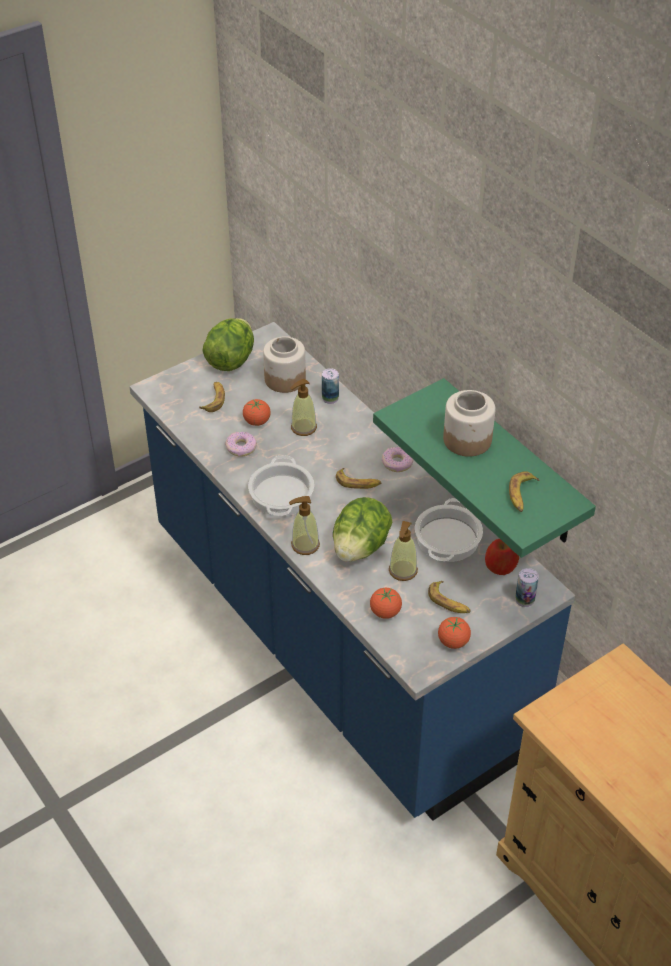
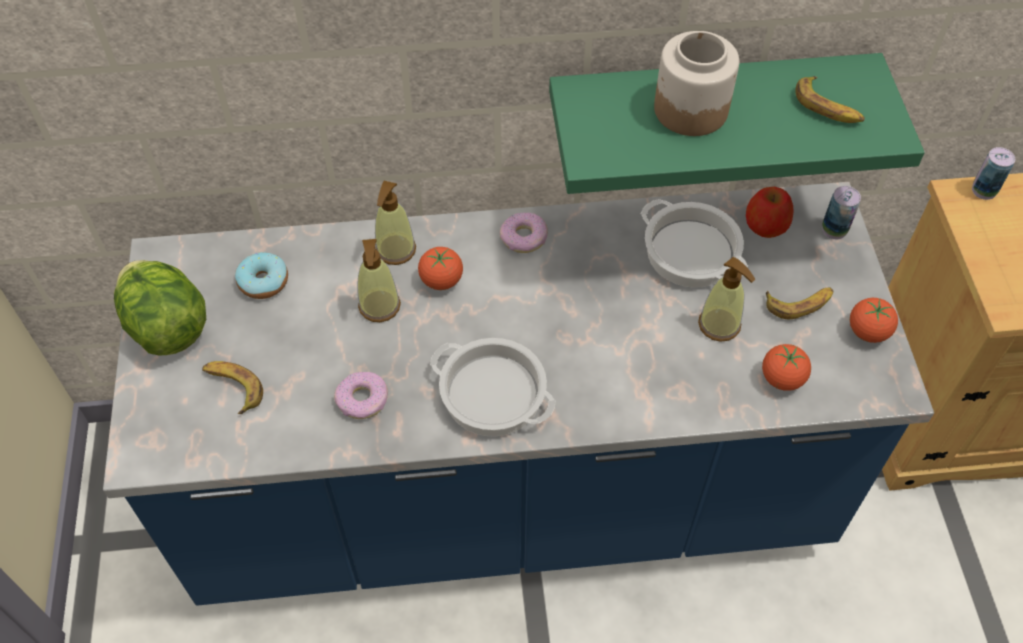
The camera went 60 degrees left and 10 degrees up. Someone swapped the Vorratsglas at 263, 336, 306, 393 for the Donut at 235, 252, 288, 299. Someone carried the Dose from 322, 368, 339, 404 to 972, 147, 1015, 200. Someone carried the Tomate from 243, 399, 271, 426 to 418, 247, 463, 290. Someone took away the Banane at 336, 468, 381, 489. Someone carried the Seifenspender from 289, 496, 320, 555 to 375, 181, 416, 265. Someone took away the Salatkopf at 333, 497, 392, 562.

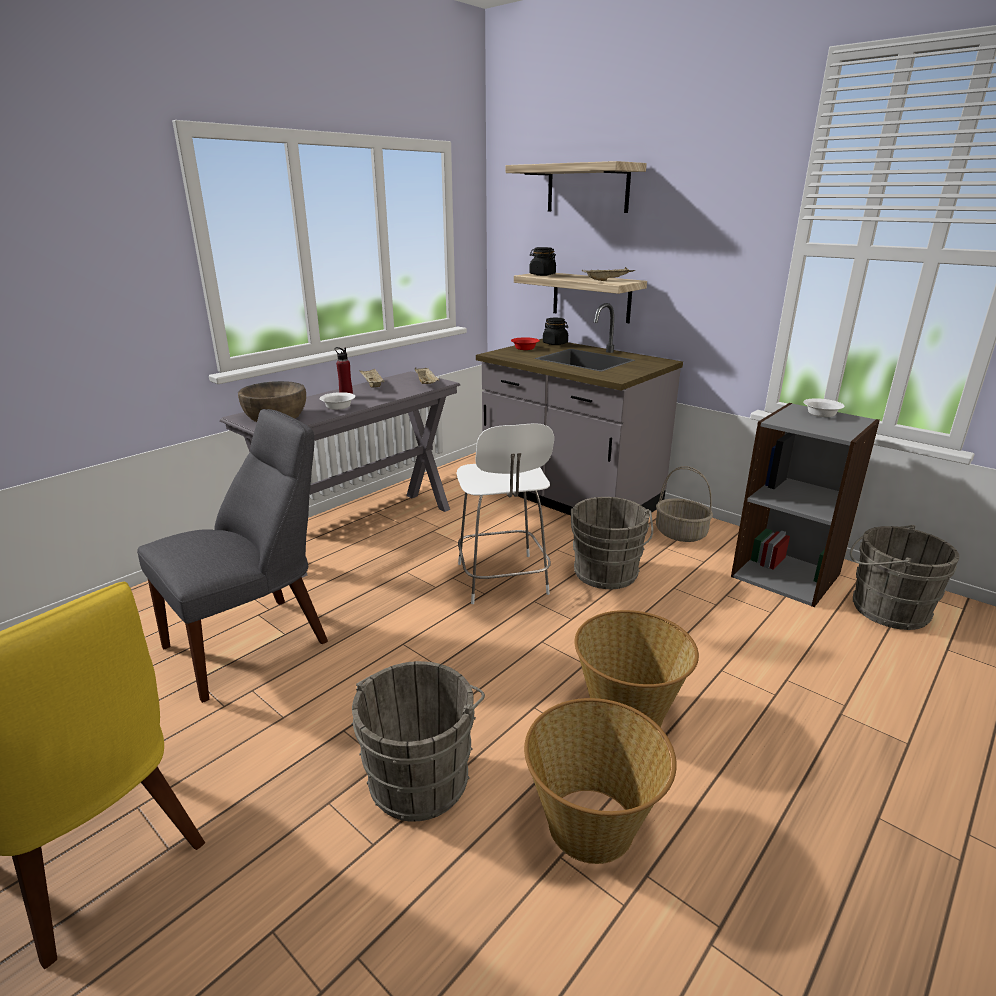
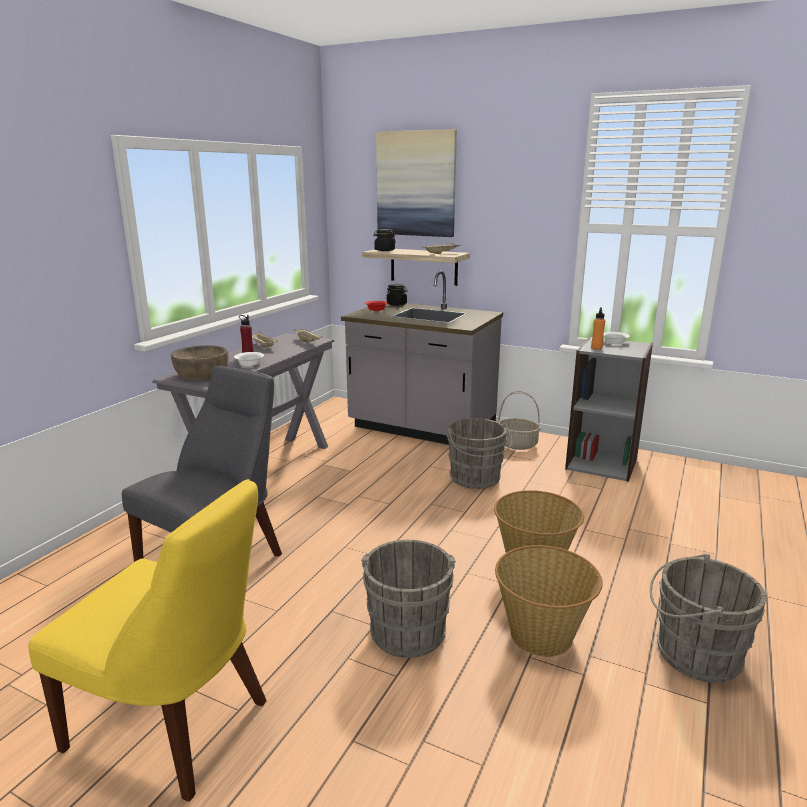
The camera went 15 degrees left and 5 degrees down. Someone swapped the Wandregal at 506, 161, 647, 213 for the Bild at 376, 129, 457, 237. Someone took away the Stuhl (weiß) at 457, 423, 554, 604. Someone carried the Eimer (grau) from 850, 525, 959, 630 to 650, 554, 766, 683. Someone put down the Flasche (orange) at 591, 307, 605, 350.

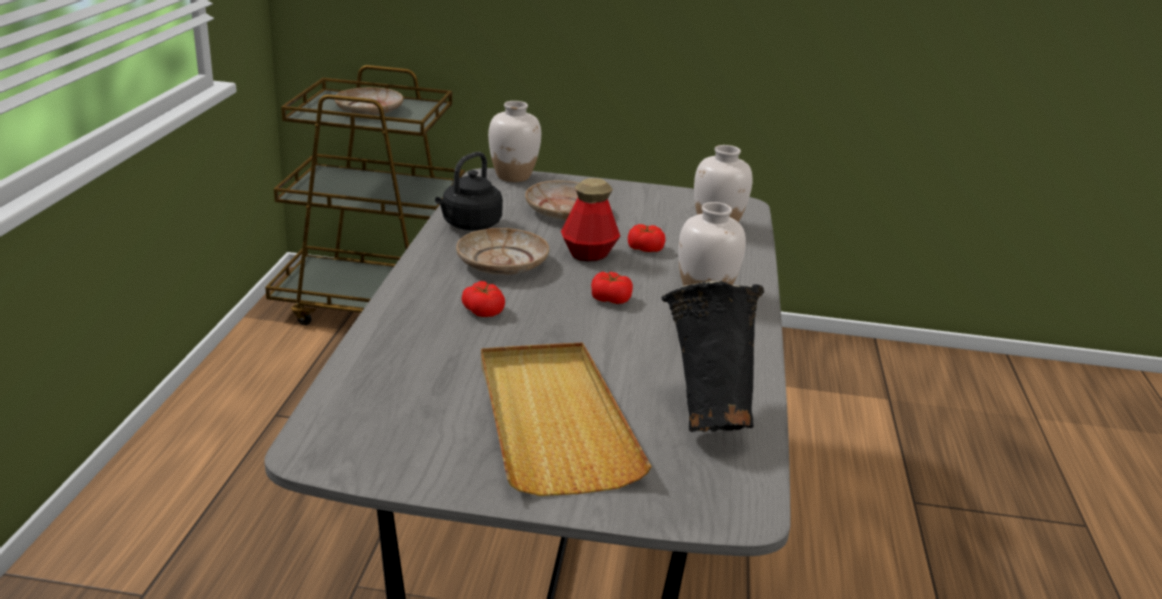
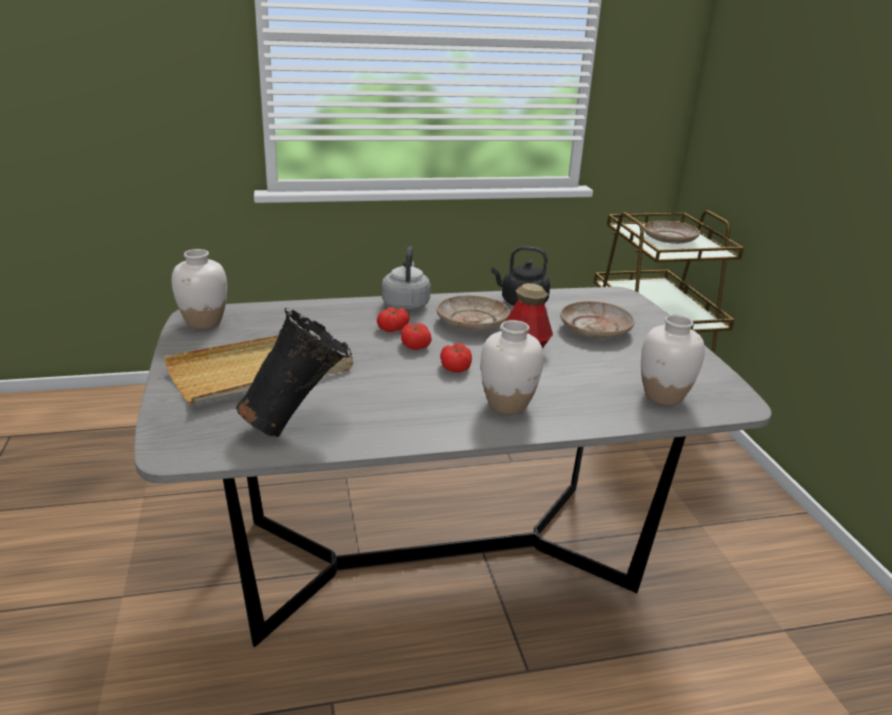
The camera went 70 degrees right and 0 degrees up. Someone carried the Vase (weiß) from 488, 101, 541, 182 to 172, 249, 227, 329. Someone carried the Tomate from 628, 224, 665, 252 to 401, 323, 432, 350. Someone put down the Wasserkessel (grau) at 382, 246, 431, 310.

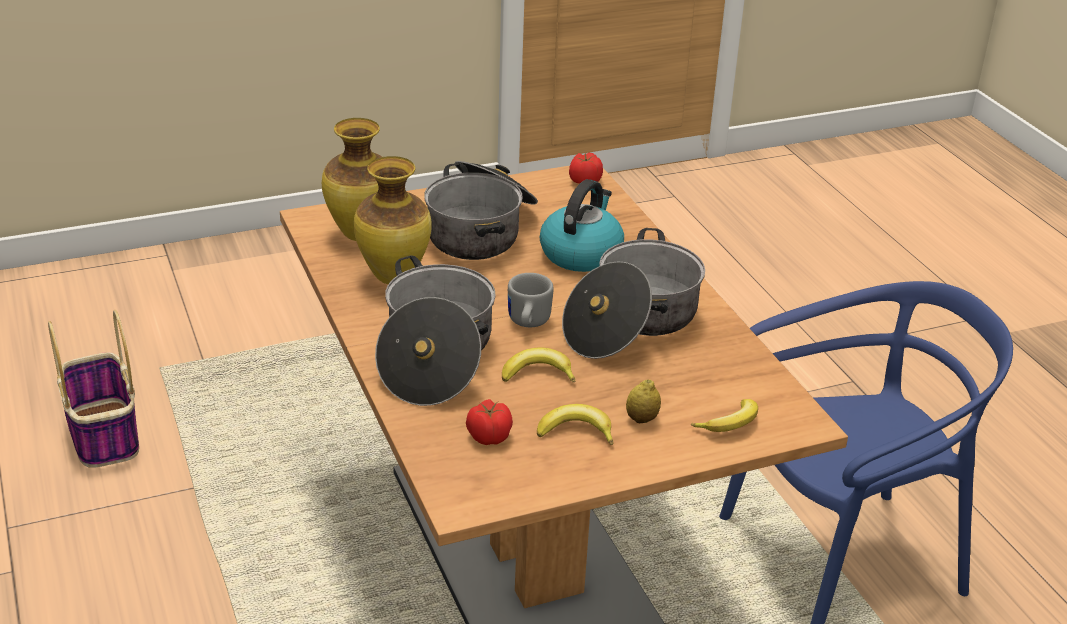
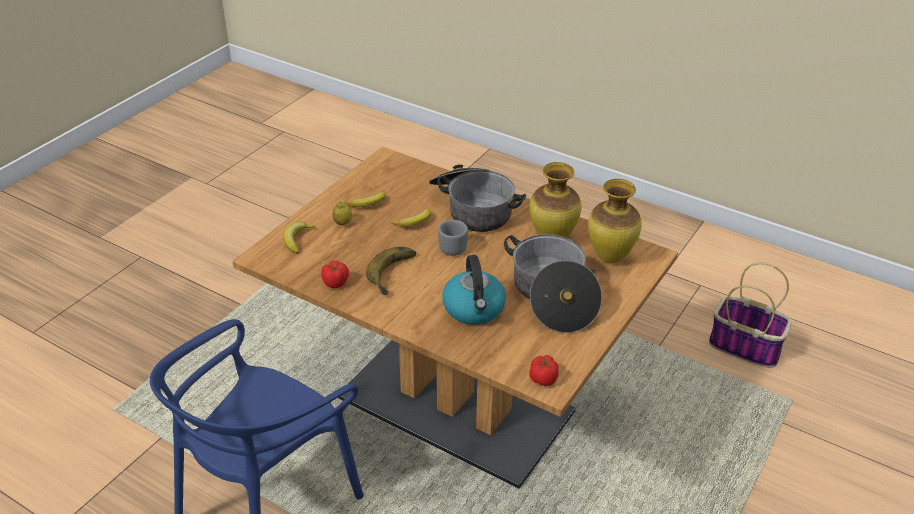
The camera went 145 degrees right and 5 degrees up. Someone swapped the Kochtopf at 562, 228, 705, 359 for the Banane at 366, 247, 416, 295. Someone carried the Tomate from 466, 399, 513, 445 to 321, 260, 349, 288.

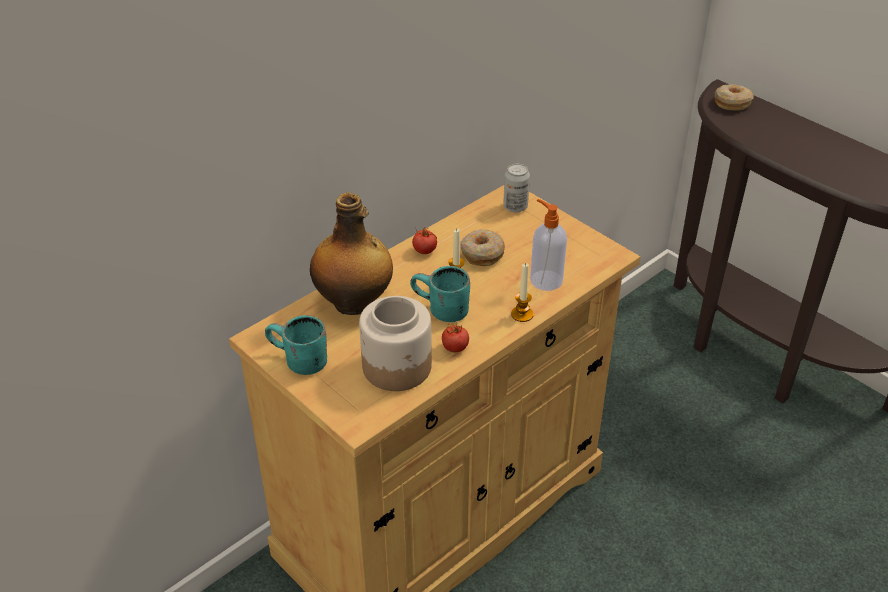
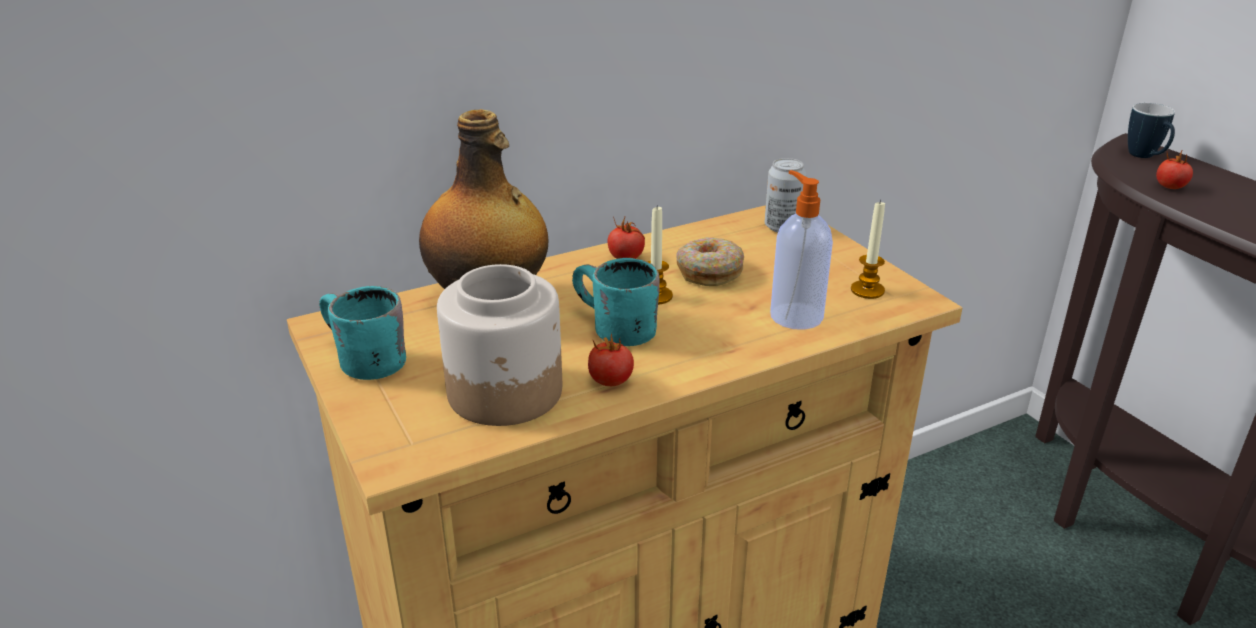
The camera went 15 degrees right and 10 degrees down. Someone swapped the Donut at 715, 84, 754, 111 for the Henkelbecher at 1128, 103, 1175, 158. Someone carried the Kerze from 511, 263, 534, 322 to 851, 200, 885, 299. Someone put down the Tomate at 1156, 149, 1193, 189.

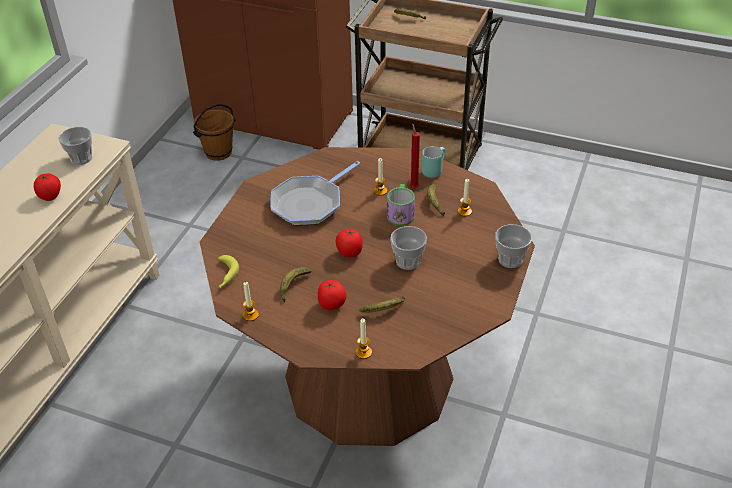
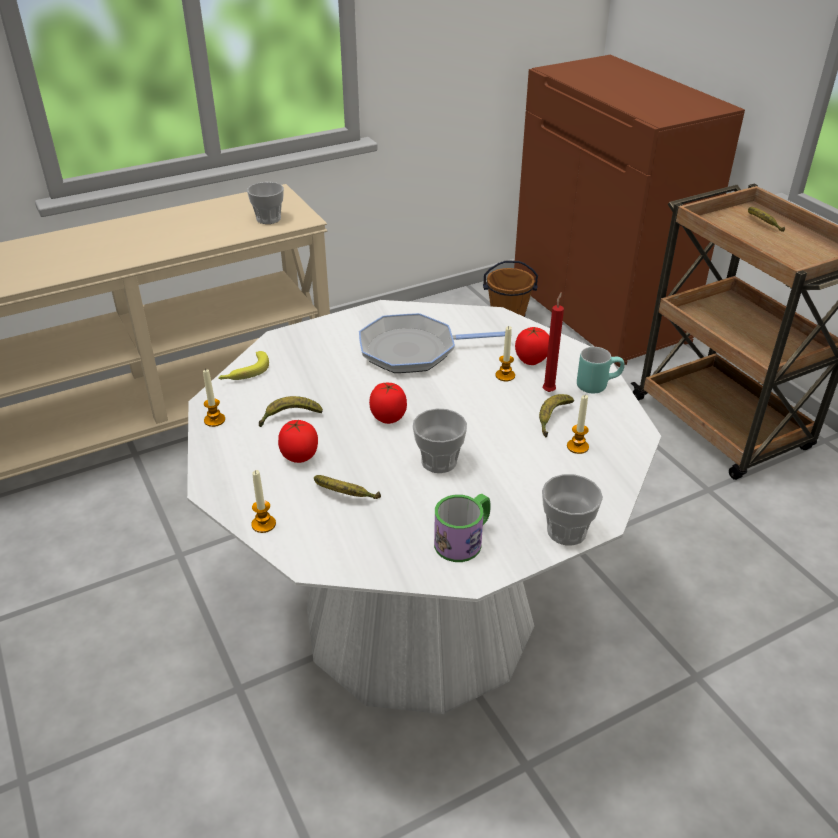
The camera went 40 degrees right and 5 degrees down. Someone repainted the Esstisch (braun) at 200, 147, 535, 446, which became the Esstisch (weiß) at 187, 300, 661, 714. Someone carried the Tomate from 34, 174, 61, 201 to 515, 327, 549, 365. Someone carried the Henkelbecher from 387, 184, 415, 226 to 434, 494, 490, 562.

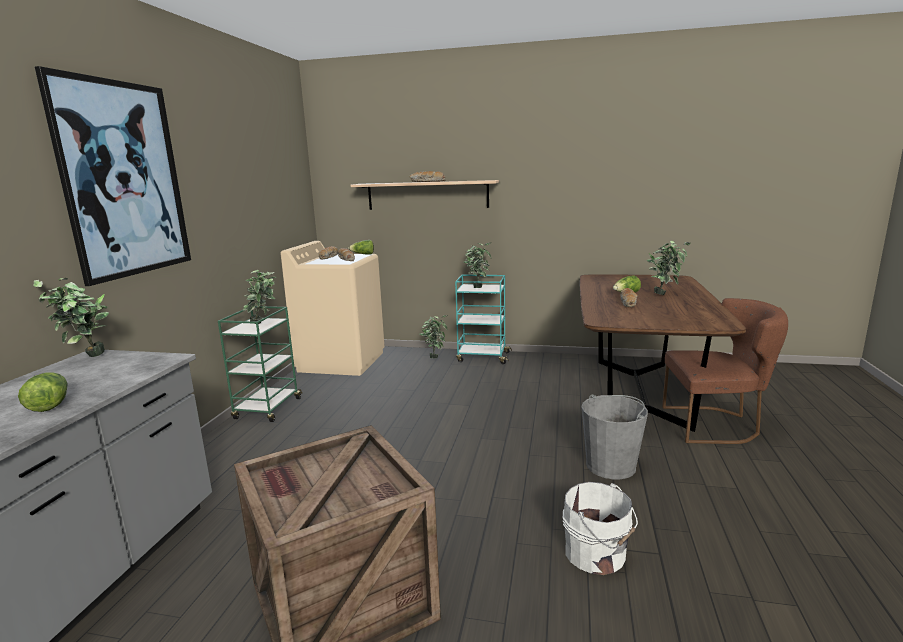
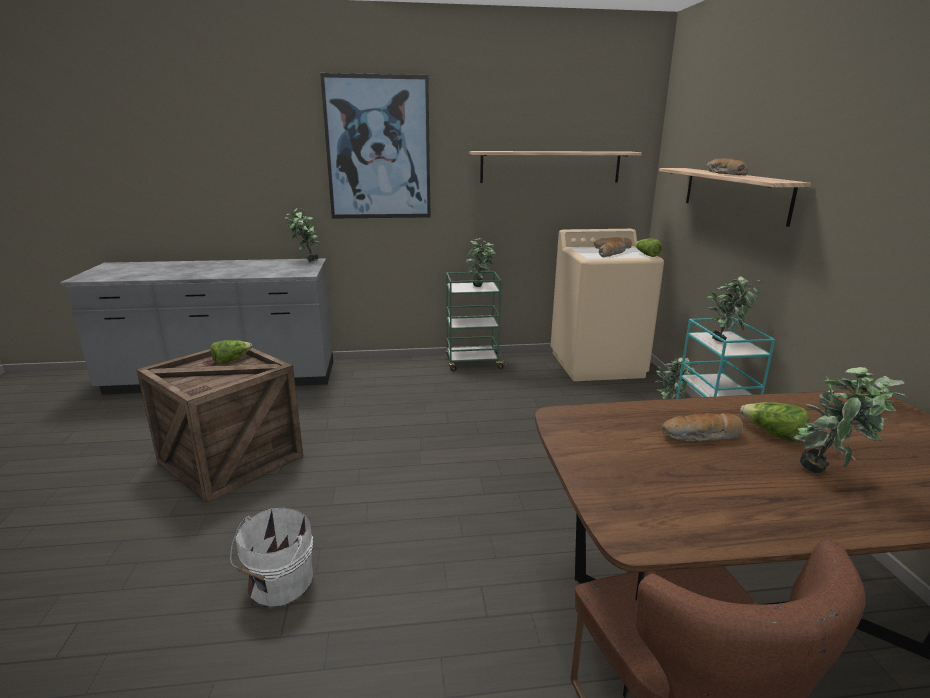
The camera went 70 degrees right and 5 degrees up. Someone carried the Salatkopf from 18, 372, 68, 412 to 210, 340, 252, 364. Someone took away the Eimer (grau) at 582, 394, 648, 479. Someone put up the Wandregal at 469, 151, 642, 183.

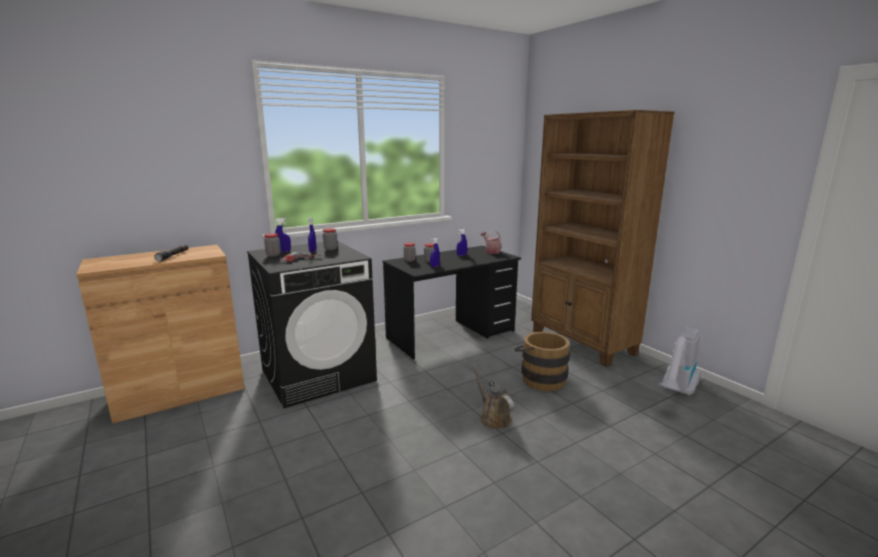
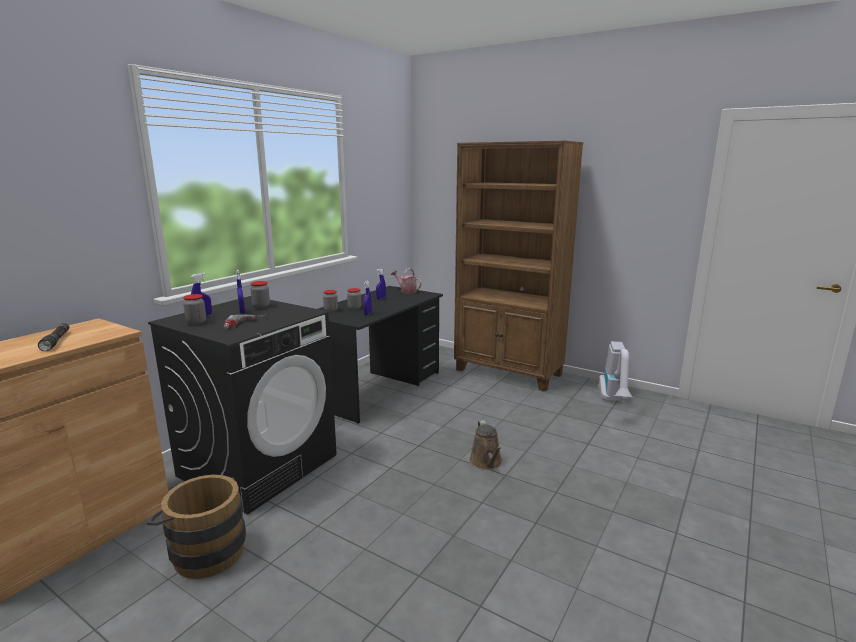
The camera went 25 degrees left and 0 degrees up. Someone carried the Eimer (braun) from 514, 332, 570, 391 to 147, 475, 246, 579. Someone rotated the Gießkanne (braun) at 472, 364, 514, 429 by 135 degrees counterclockwise.

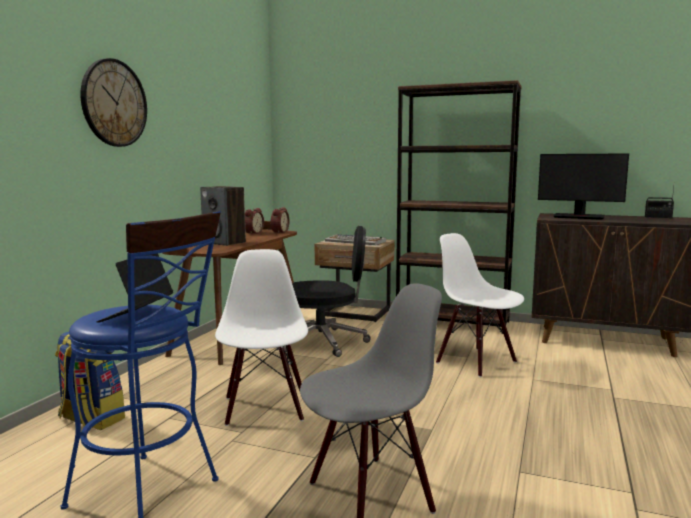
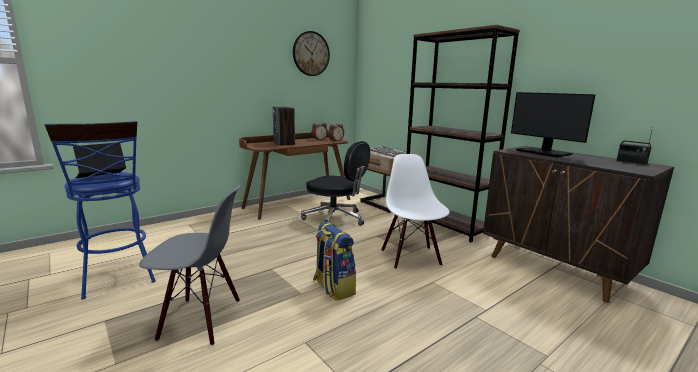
The camera went 30 degrees right and 5 degrees up. Someone carried the Wanduhr from 80, 58, 147, 147 to 293, 31, 330, 76. Someone took away the Stuhl (weiß) at 215, 249, 308, 426. Someone carried the Rucksack from 55, 332, 125, 430 to 313, 221, 356, 301.

